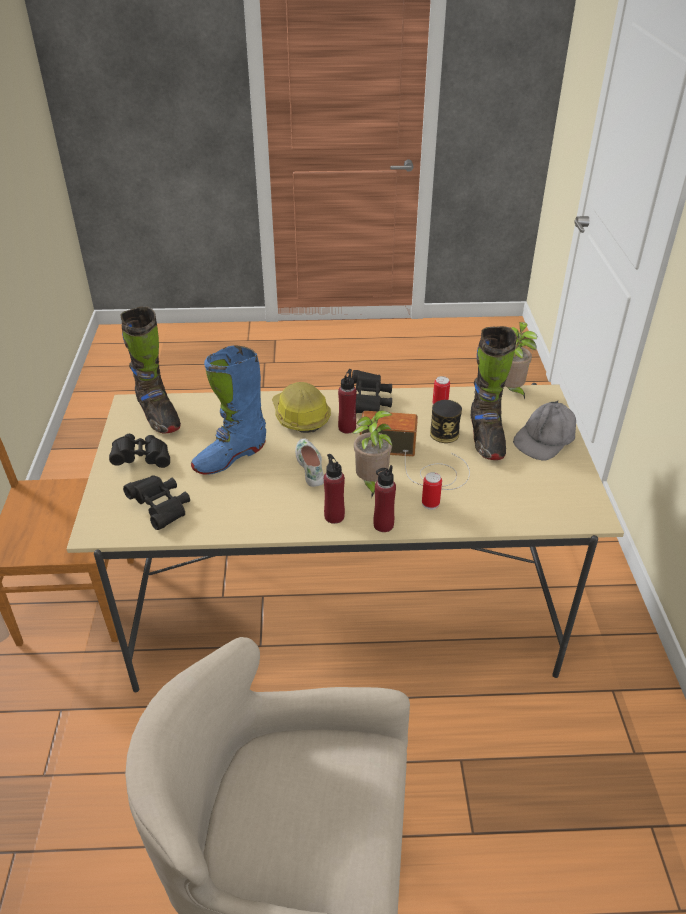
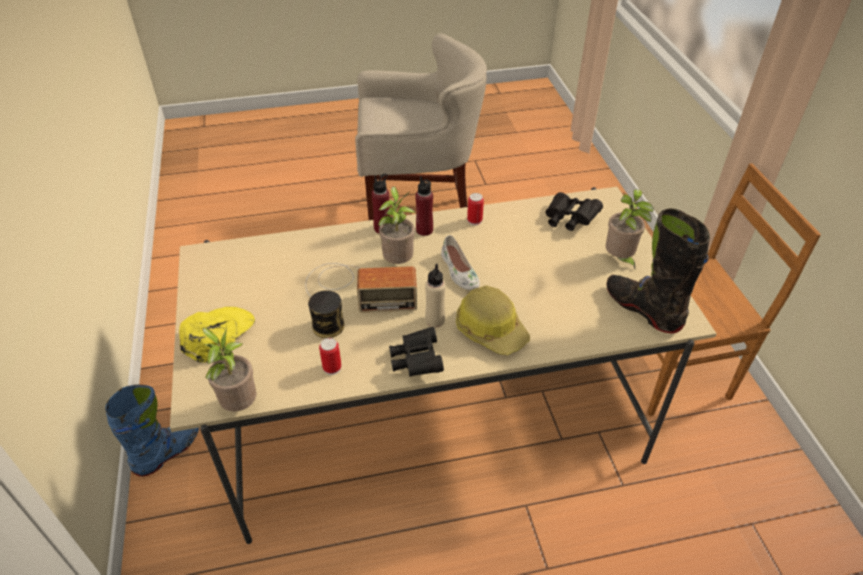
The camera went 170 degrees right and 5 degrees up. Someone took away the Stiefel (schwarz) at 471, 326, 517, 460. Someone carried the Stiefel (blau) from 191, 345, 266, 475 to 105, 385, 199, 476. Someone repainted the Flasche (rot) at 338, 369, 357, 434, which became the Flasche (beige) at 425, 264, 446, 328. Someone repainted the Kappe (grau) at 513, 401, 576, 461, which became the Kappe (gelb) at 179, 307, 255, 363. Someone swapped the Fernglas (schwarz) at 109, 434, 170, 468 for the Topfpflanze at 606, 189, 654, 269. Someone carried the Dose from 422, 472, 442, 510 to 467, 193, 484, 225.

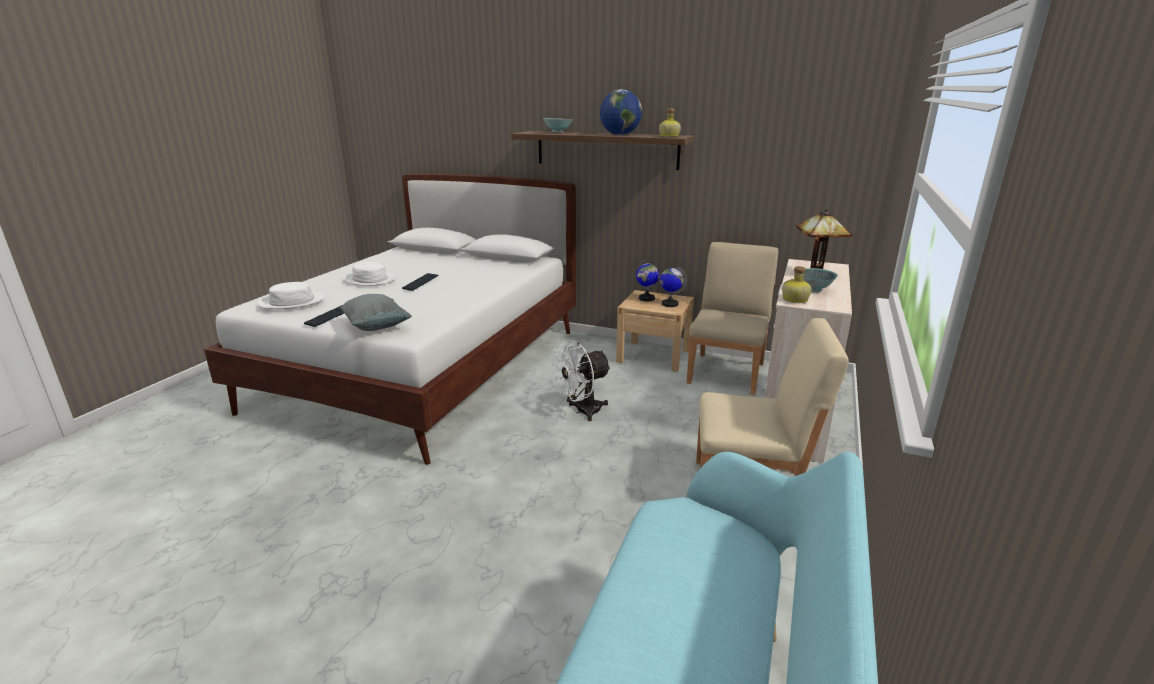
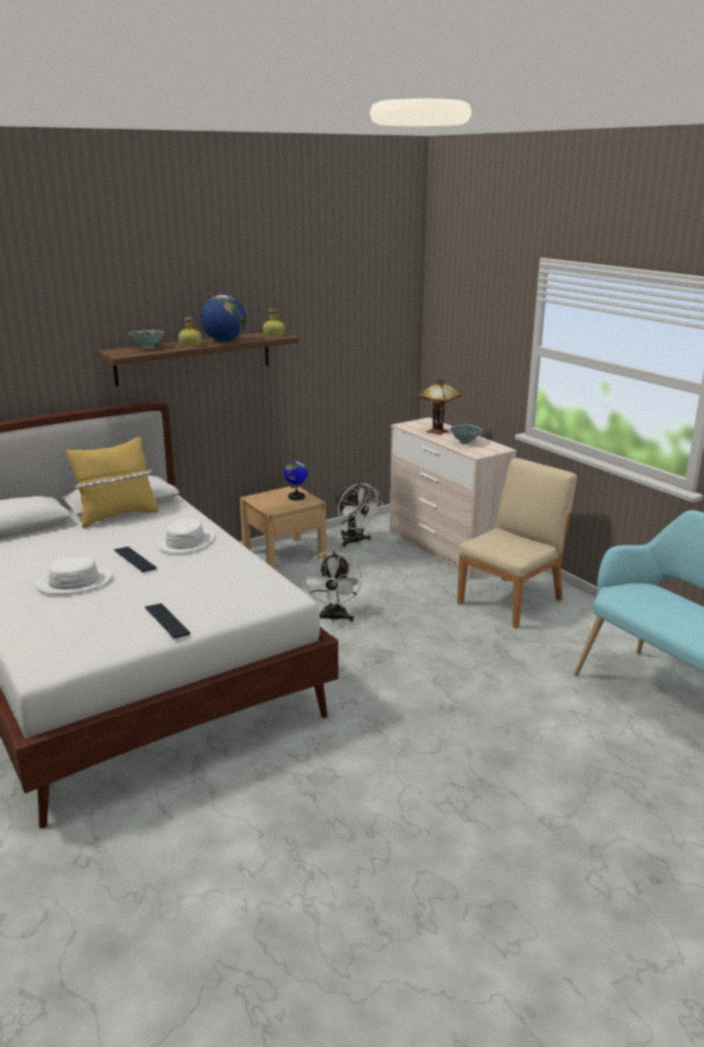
The camera went 55 degrees left and 0 degrees up. Someone swapped the Stuhl (beige) at 686, 242, 779, 395 for the Ventilator (weiß) at 335, 483, 384, 547. Someone took away the Globus at 636, 260, 659, 301. Someone carried the Flasche from 782, 266, 812, 303 to 178, 317, 202, 347. Someone carried the Hut (weiß) from 258, 282, 325, 309 to 156, 518, 214, 554. Someone took away the Kissen (grau) at 340, 294, 412, 331. Someone put down the Kissen (gelb) at 66, 437, 158, 528.

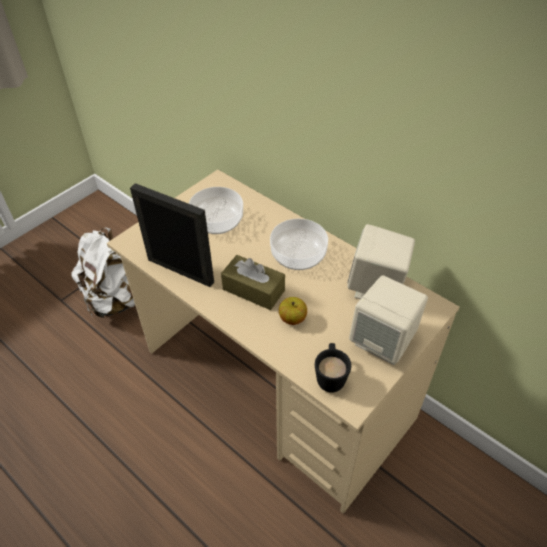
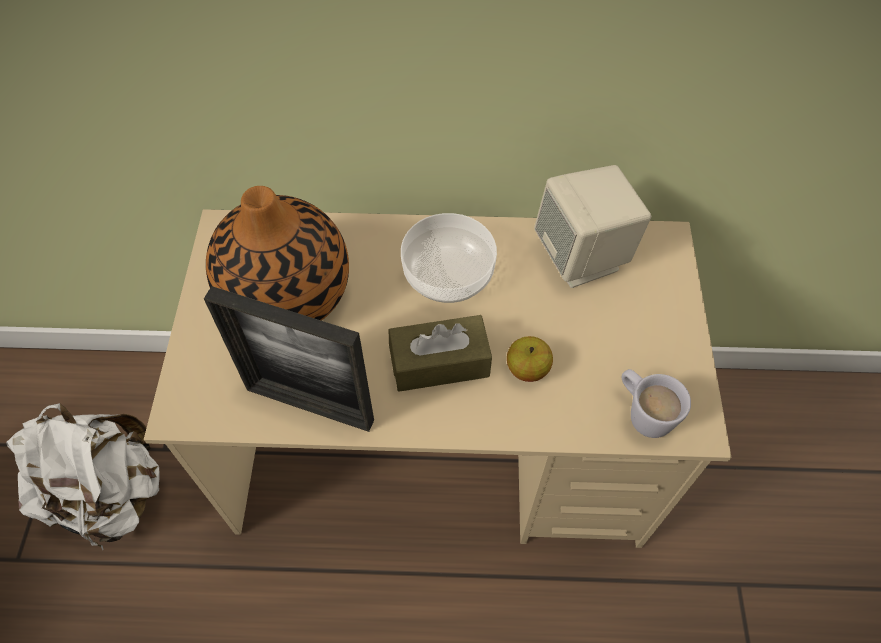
The camera went 40 degrees left and 10 degrees up. Someone rotated the Bilderrahmen at 130, 183, 214, 287 by 150 degrees counterclockwise. Someone swapped the Schüssel at 189, 187, 243, 234 for the Vase at 206, 186, 349, 321. Someone took away the Lautsprecher (beige) at 349, 275, 428, 365. Someone repainted the Henkelbecher (schwarz) at 315, 343, 351, 393, which became the Henkelbecher (weiß) at 622, 369, 691, 438.

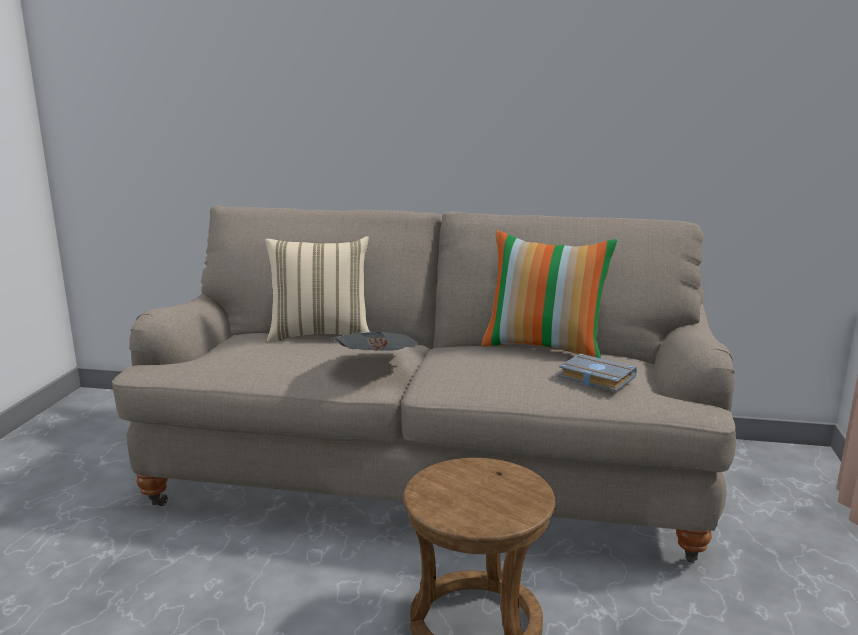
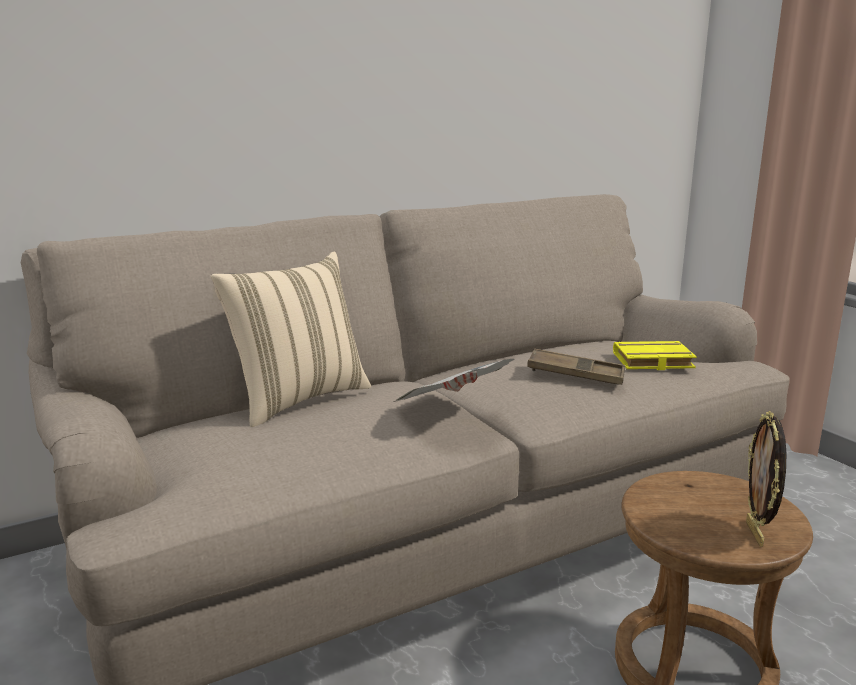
The camera went 40 degrees left and 0 degrees up. Someone took away the Kissen at 482, 231, 617, 358. Someone repainted the Buch (grau) at 558, 354, 637, 392, which became the Buch (gelb) at 613, 341, 697, 370. Someone put down the Tablett (braun) at 527, 349, 625, 385. Someone put down the Bilderrahmen at 746, 411, 786, 547.

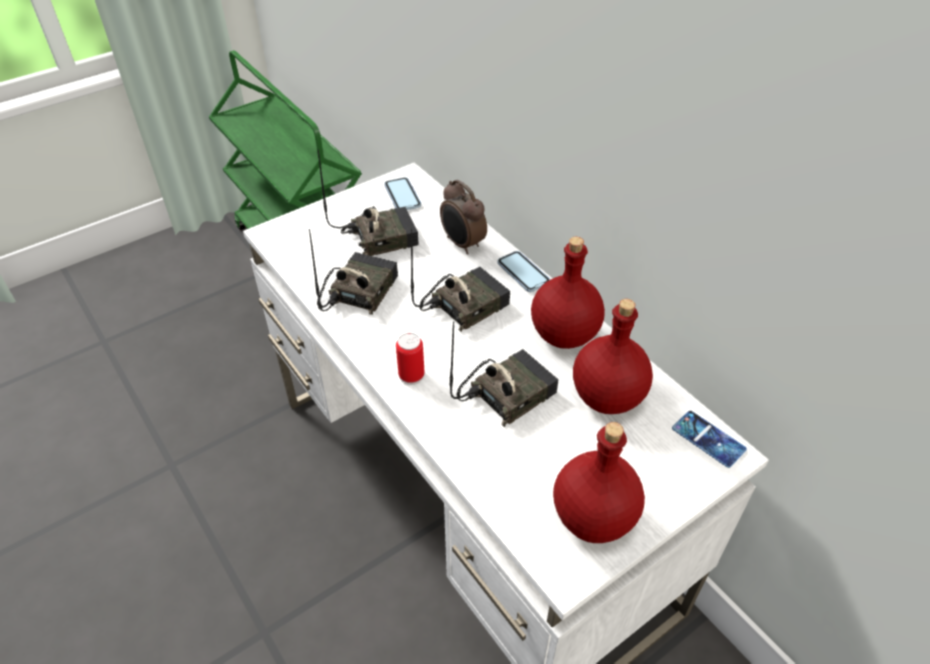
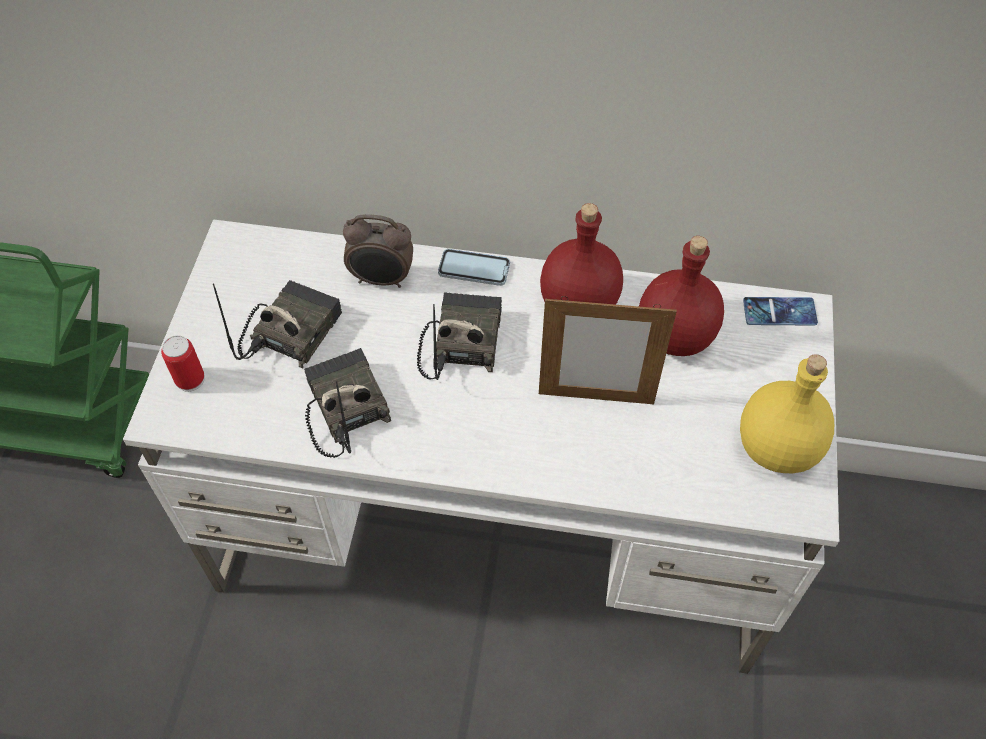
The camera went 45 degrees left and 10 degrees up. Someone took away the Handy at 384, 177, 421, 210. Someone swapped the Radio at 449, 321, 558, 427 for the Bilderrahmen at 539, 296, 677, 404. Someone carried the Dose from 396, 333, 425, 385 to 161, 335, 205, 392. Someone repainted the Flasche (rot) at 553, 422, 645, 543, which became the Flasche (gelb) at 740, 354, 834, 473.

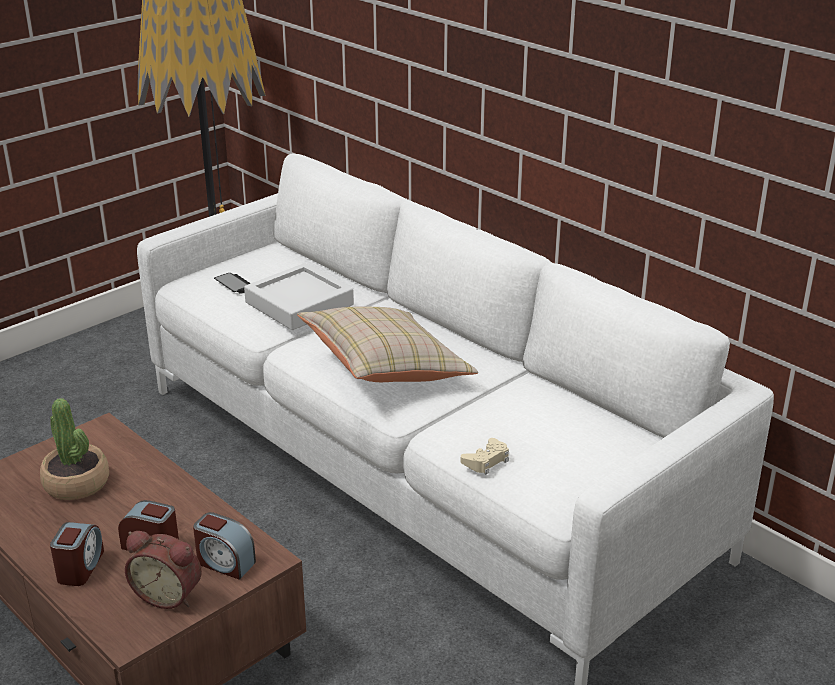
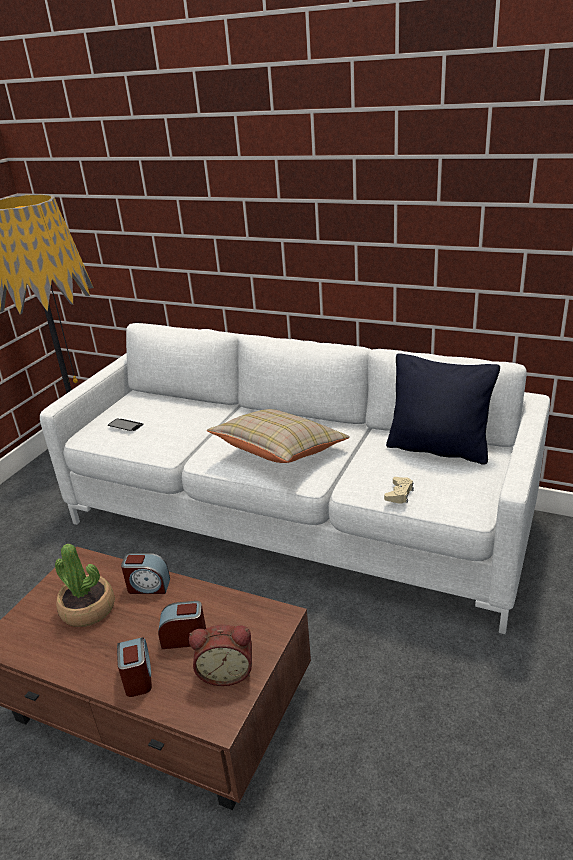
The camera went 20 degrees left and 0 degrees up. Someone took away the Tablett (grau) at 244, 263, 354, 330. Someone carried the Wecker from 193, 512, 256, 580 to 121, 553, 170, 594. Someone put down the Kissen (schwarz) at 386, 353, 500, 465.

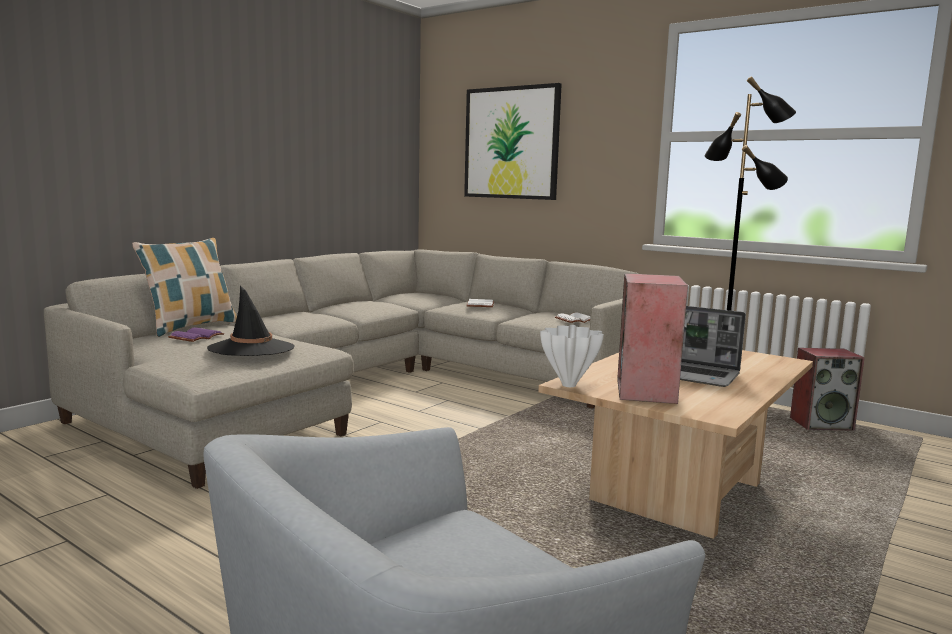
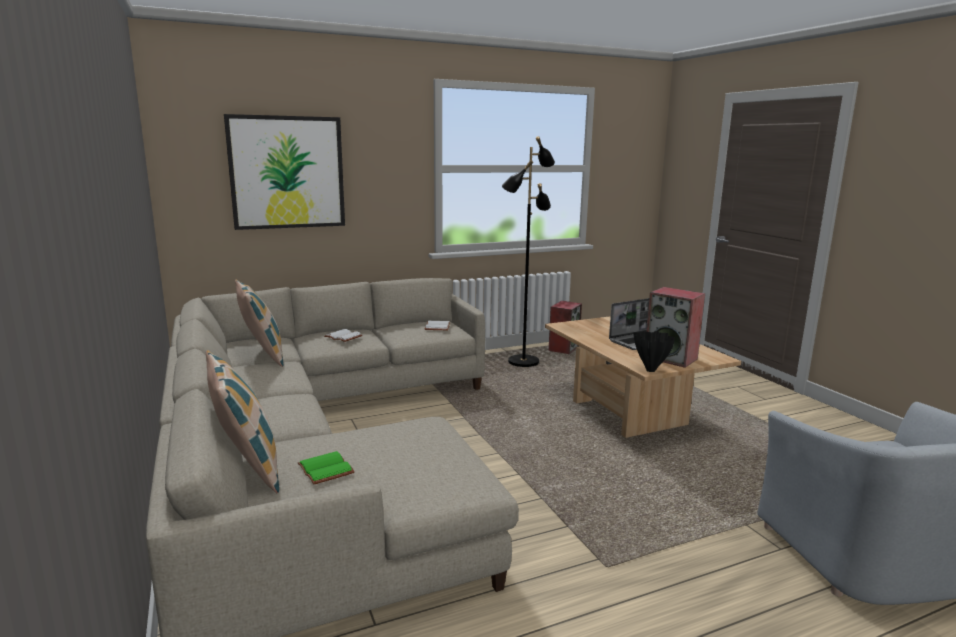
The camera went 60 degrees left and 5 degrees up. Someone took away the Hut (schwarz) at 207, 285, 295, 356. Someone repainted the Vase (weiß) at 540, 325, 604, 387, which became the Vase (schwarz) at 634, 331, 675, 372. Someone repainted the Buch (lila) at 168, 328, 224, 342, which became the Buch (grün) at 298, 451, 355, 485. Someone put down the Kissen at 235, 279, 284, 367.

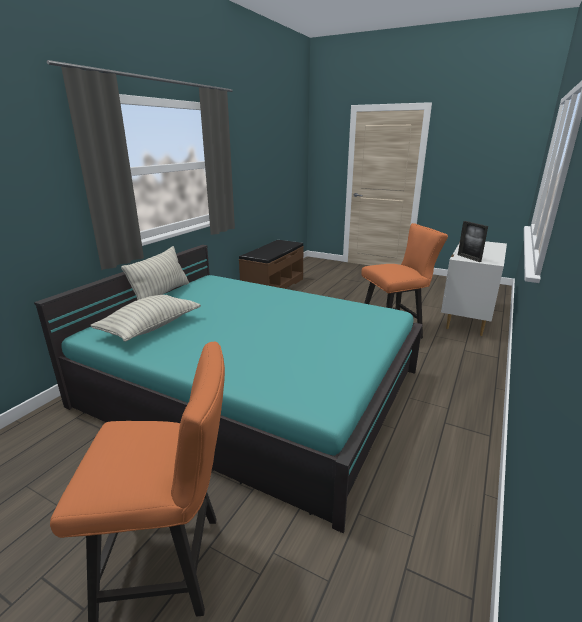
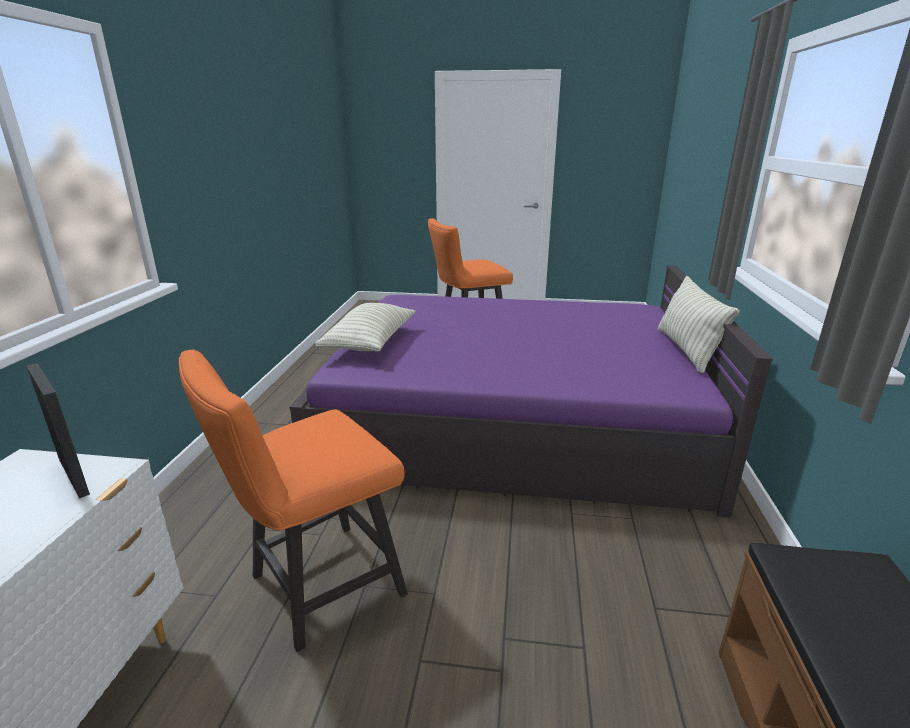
The camera went 160 degrees right and 0 degrees up. Someone repainted the Bett (türkis) at 34, 245, 423, 533, which became the Bett (lila) at 289, 265, 773, 518. Someone carried the Kissen from 90, 295, 201, 342 to 315, 303, 416, 352.

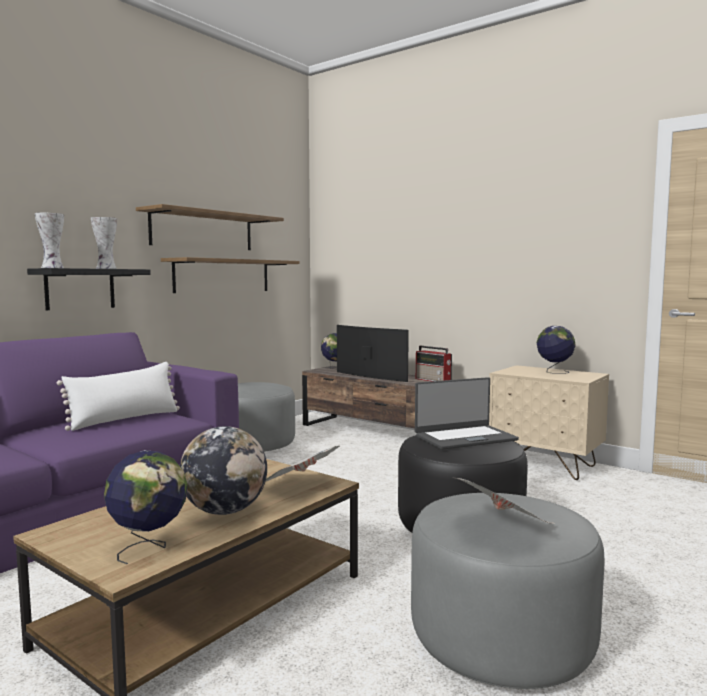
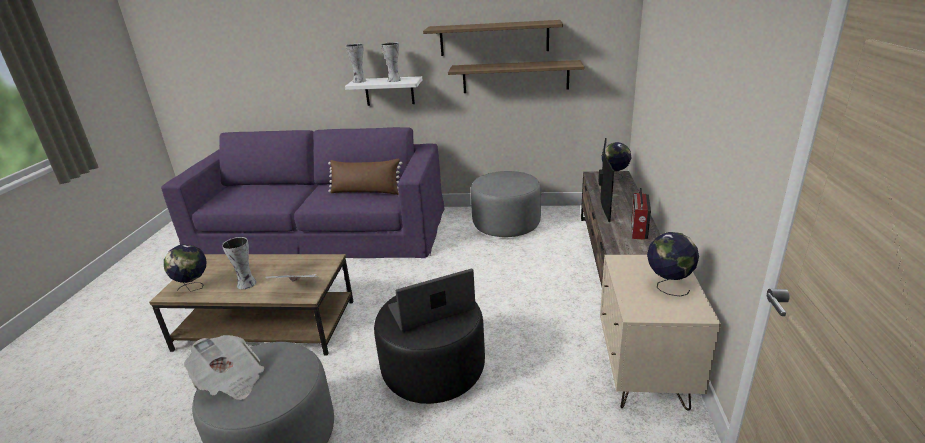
The camera went 60 degrees right and 20 degrees up. Someone repainted the Wandregal (schwarz) at 27, 268, 151, 310, which became the Wandregal (weiß) at 345, 76, 422, 106. Someone repainted the Kissen (weiß) at 57, 362, 180, 431, which became the Kissen (braun) at 328, 159, 402, 195. Someone rotated the Laptop at 415, 377, 519, 450 by 120 degrees clockwise. Someone swapped the Globus at 180, 426, 267, 515 for the Vase at 222, 237, 257, 289.

